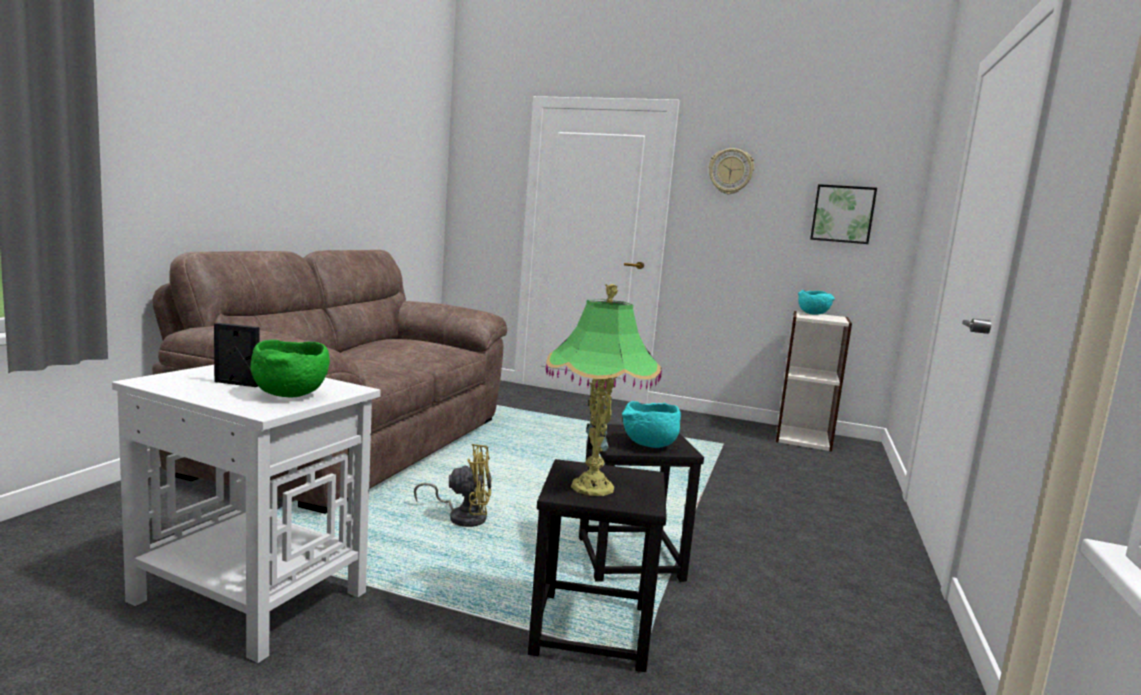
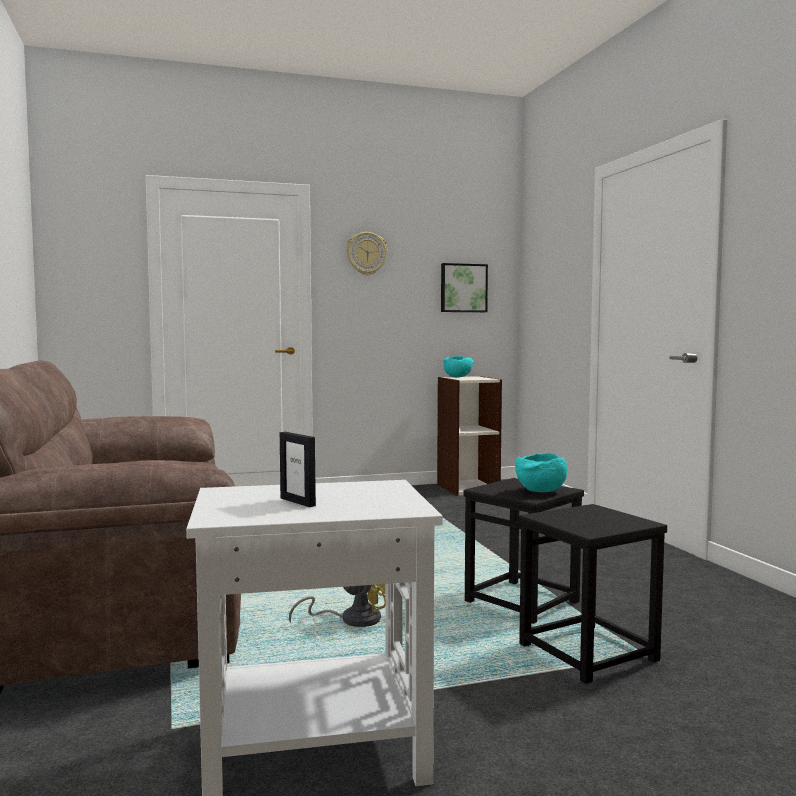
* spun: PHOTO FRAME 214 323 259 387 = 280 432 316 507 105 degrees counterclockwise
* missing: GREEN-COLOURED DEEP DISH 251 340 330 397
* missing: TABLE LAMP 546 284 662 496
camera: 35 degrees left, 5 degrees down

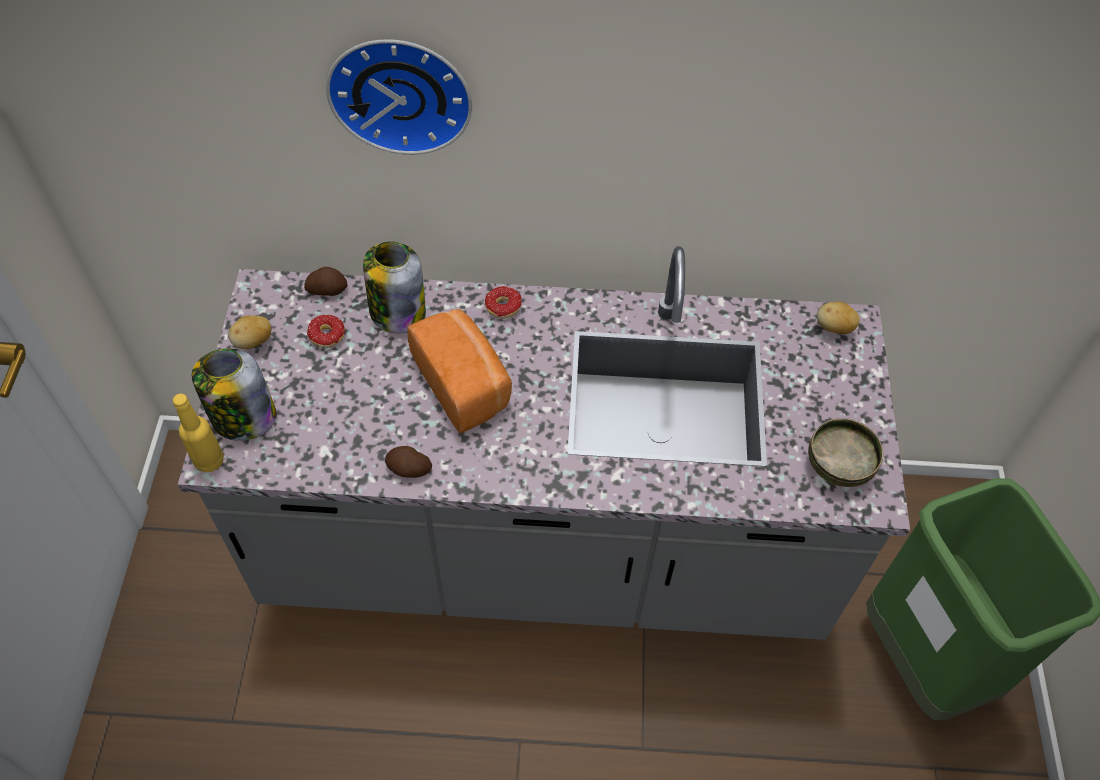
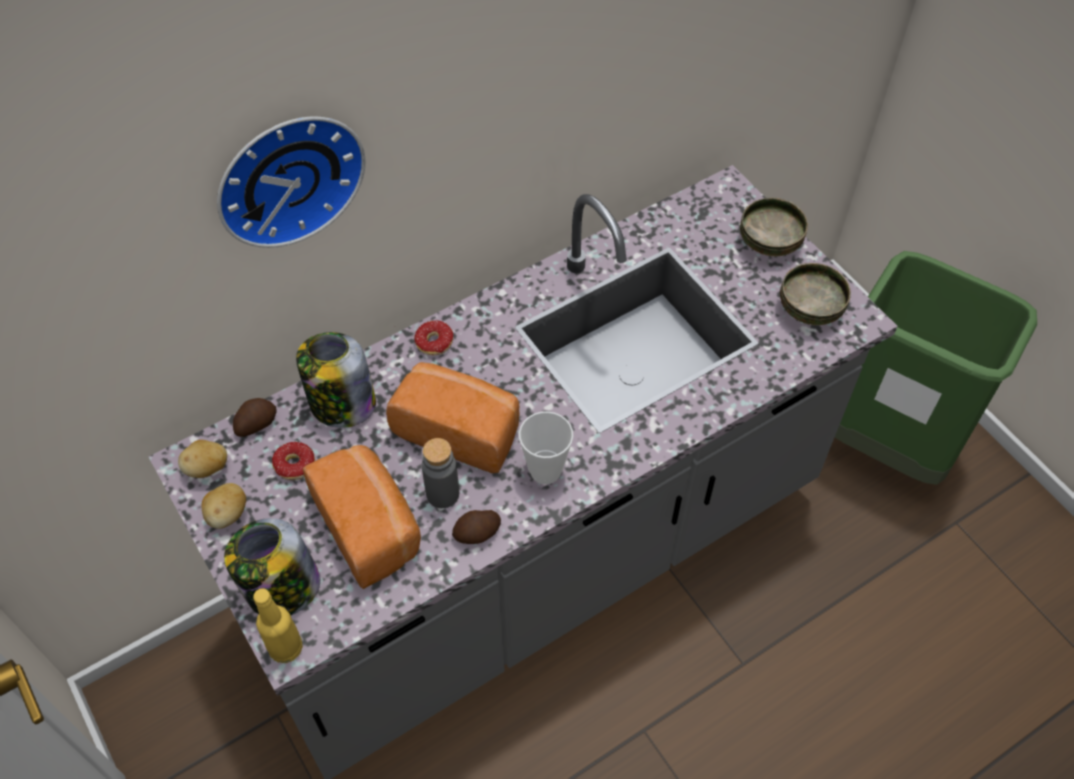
* relocated: POTATO 817 301 860 334 to 178 440 227 478
* appeared: BREAD 303 445 421 589
* appeared: GREYISH BEVERAGE BOTTLE 422 438 459 508
* appeared: CUP 519 411 574 484
* appeared: DEEP DISH 740 198 808 256
camera: 35 degrees left, 0 degrees up

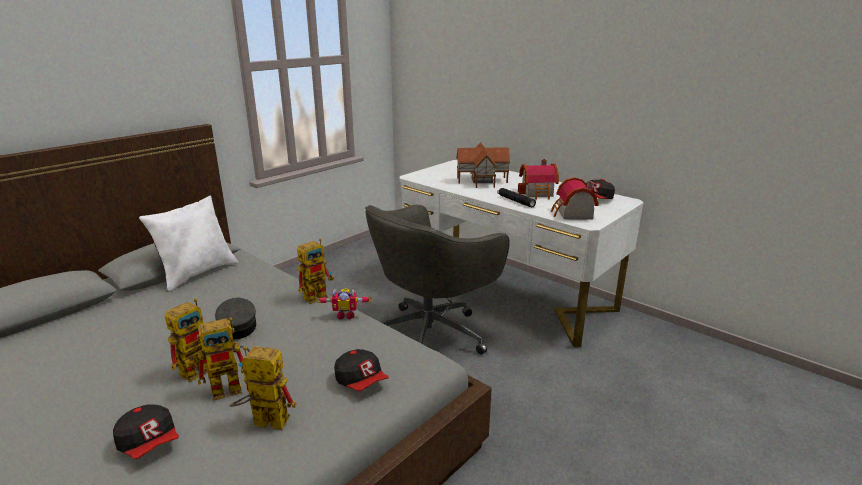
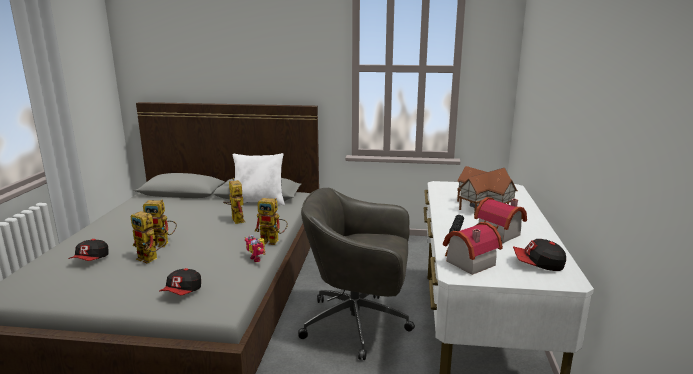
* missing: GREYISH PEAKED CAP 215 298 257 339
* relocated: MODEL ROBOT 229 346 297 430 to 223 178 245 224
camera: 55 degrees right, 5 degrees down

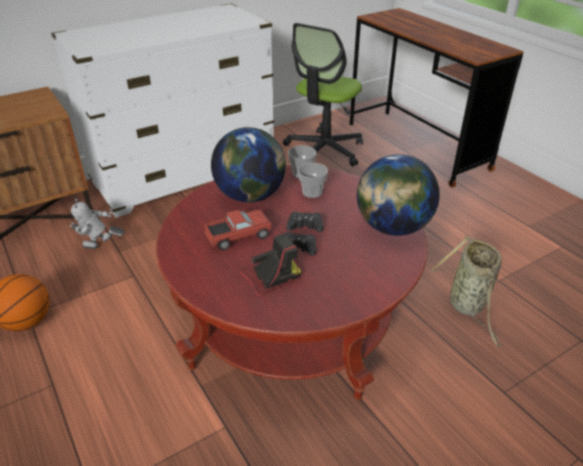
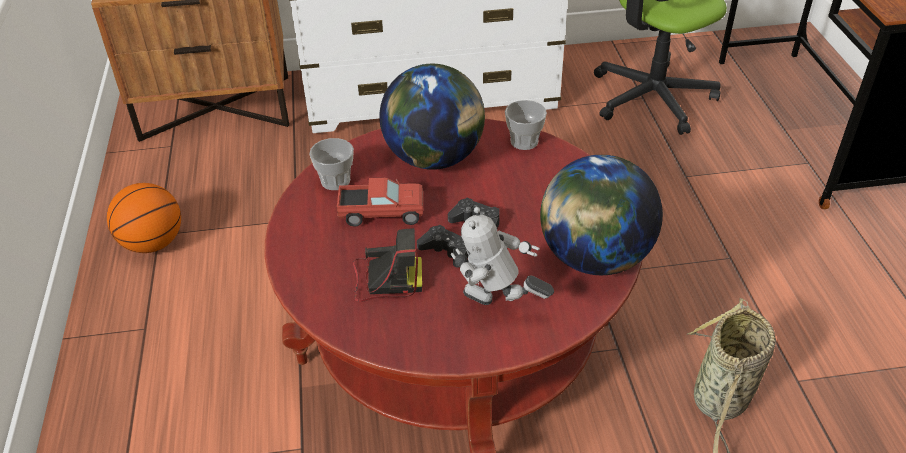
* relocated: MODEL ROBOT 69 198 125 249 to 451 207 554 305
* relocated: CUP 298 163 328 198 to 309 138 354 190
camera: 25 degrees right, 5 degrees up

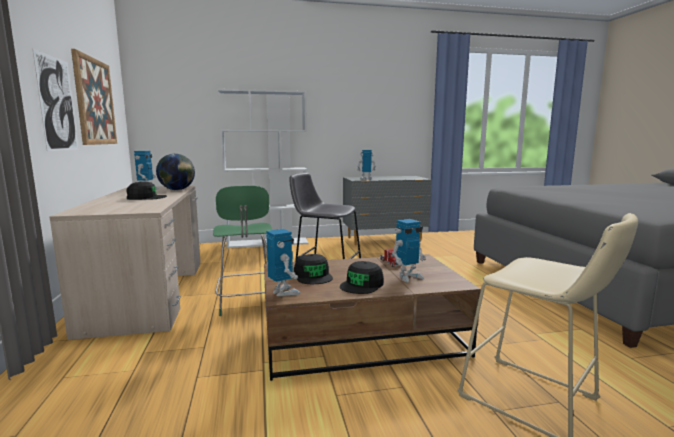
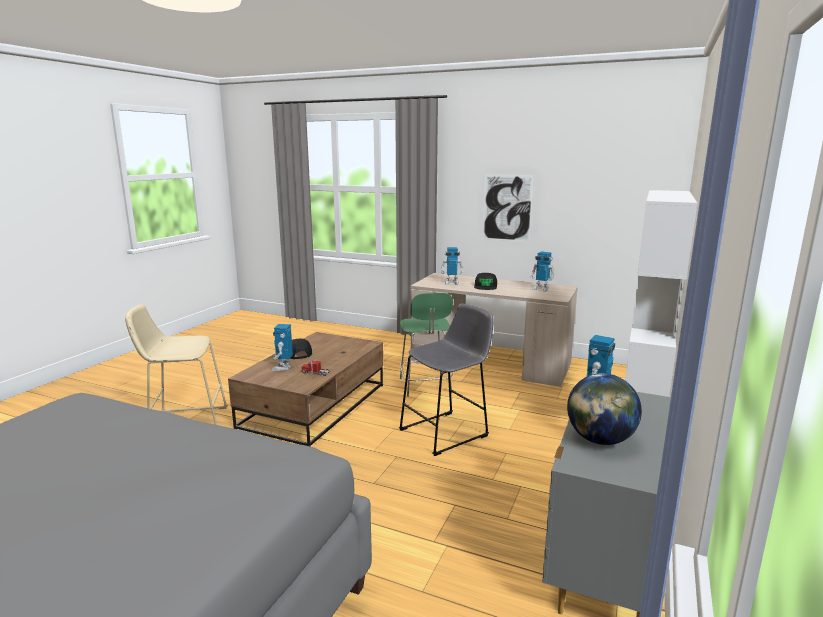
* missing: PICTURE 71 49 117 145
* relocated: DESK GLOBE 156 154 195 190 to 567 373 642 445
* spun: GREEN-COLOURED PLAIN CHAIR 213 186 272 316 = 400 293 453 397 120 degrees counterclockwise
* relocated: MODEL ROBOT 266 229 301 296 to 441 247 463 285
* missing: BLACKISH PEAKED CAP 294 254 333 284
camera: 125 degrees right, 5 degrees up

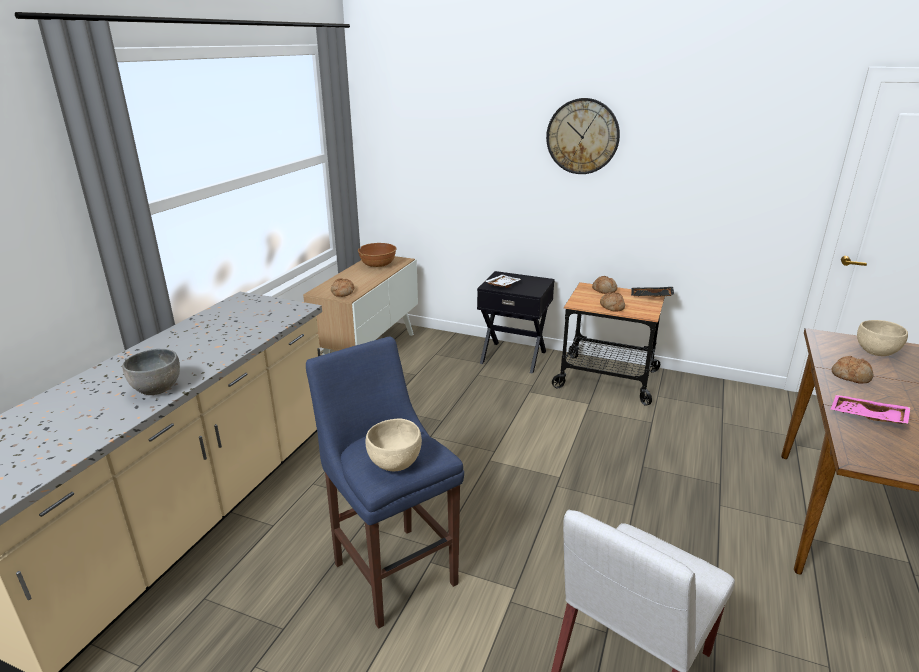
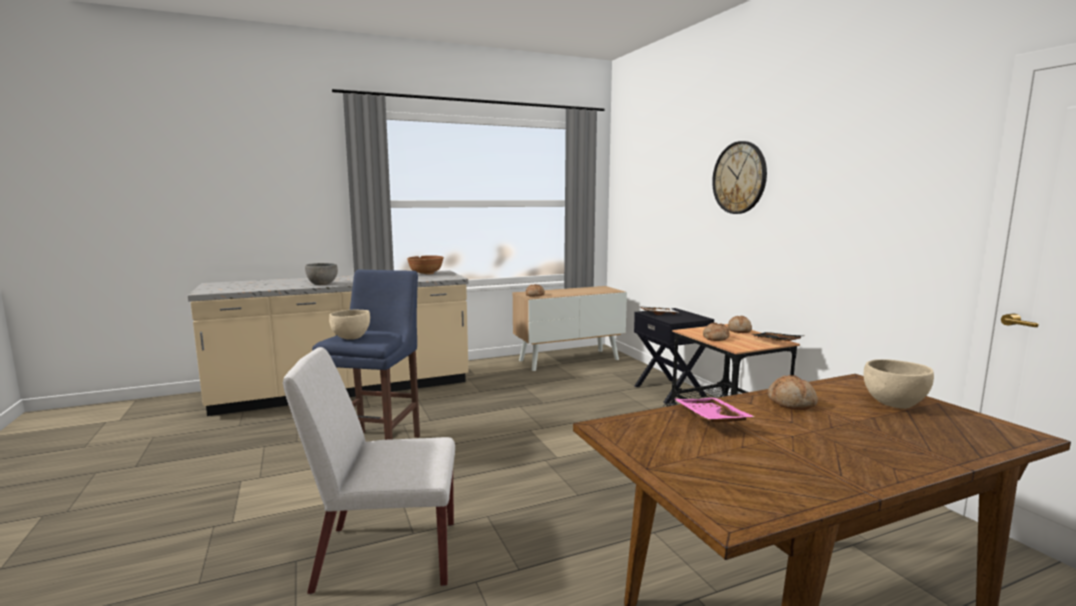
* relocated: BROWN-COLOURED DEEP DISH 358 243 396 267 to 407 255 444 274
camera: 45 degrees right, 15 degrees down

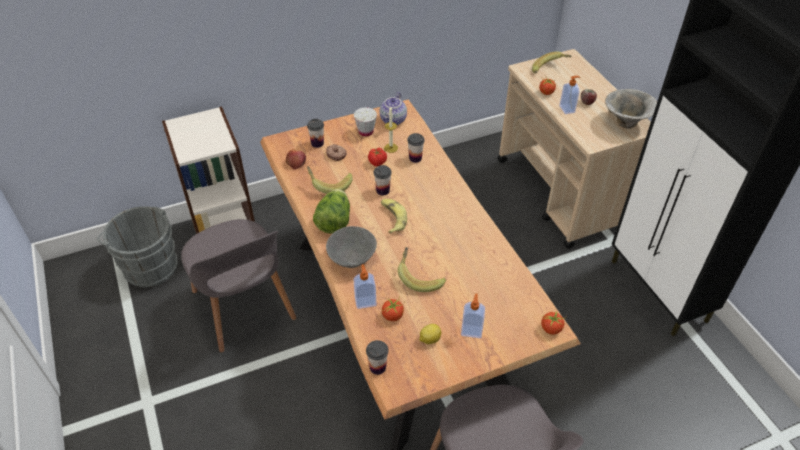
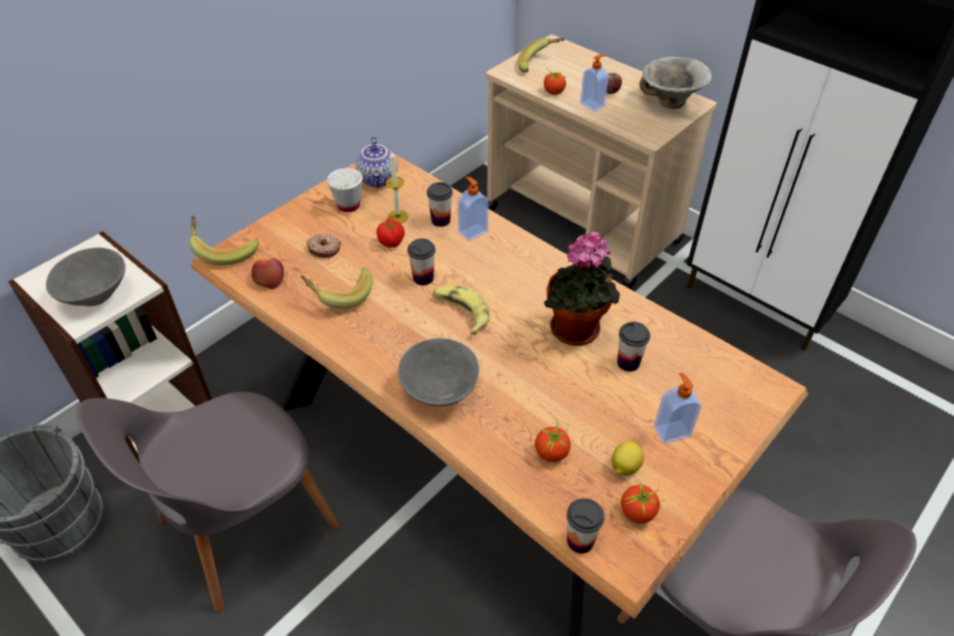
* spun: GREYISH PLAIN CHAIR 181 219 296 352 = 76 392 339 613 105 degrees clockwise
* relocated: CUP 307 119 324 148 to 617 322 650 372
* missing: LETTUCE HEAD 313 189 350 234
* relocated: LIQUID SOAP BOTTLE 353 264 376 309 to 458 177 489 241
* relocated: WHOLE BANANA 398 247 446 292 to 189 216 259 265
* relocated: TOMATO 541 310 567 335 to 621 481 665 523
* appeared: GREYISH DEEP DISH 46 247 125 306
* appeared: POTTED PLANT 544 232 620 346
camera: 25 degrees left, 0 degrees up

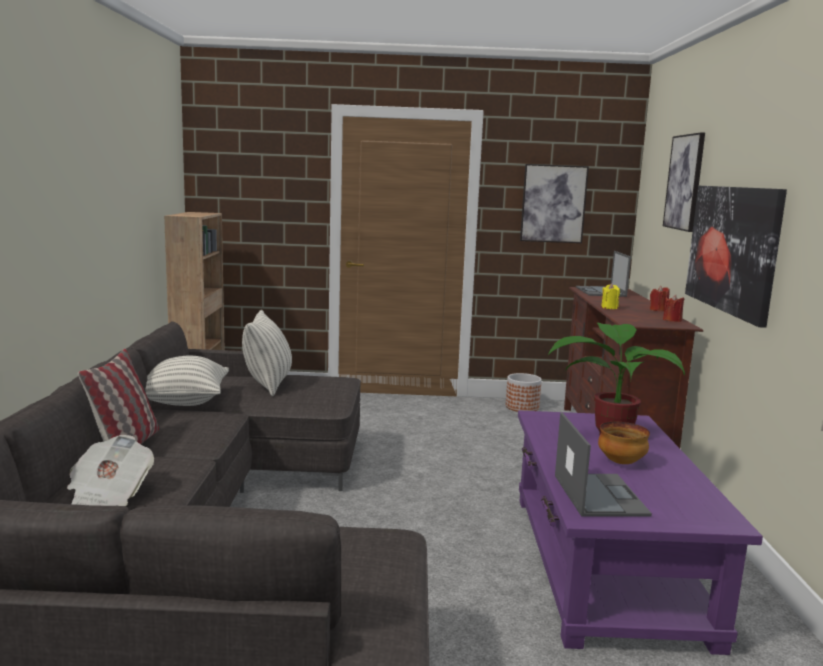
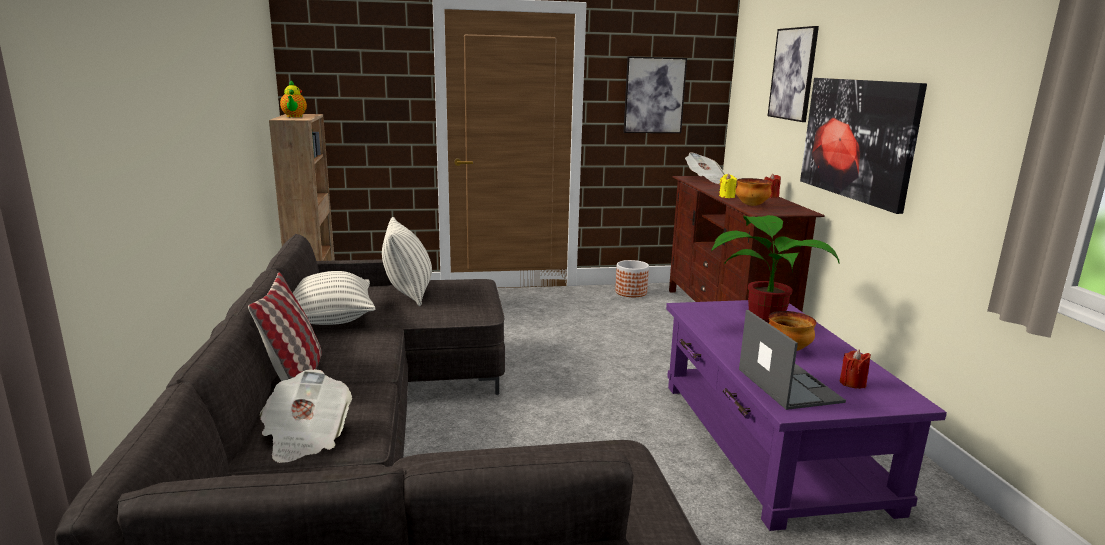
* exchanged: PORTABLE COMPUTER 576 251 631 297 to NEWSPAPER 685 153 725 184
* relocated: RED-COLOURED CANDLE 663 295 685 322 to 840 349 871 389
* appeared: POT FOR TEA 280 80 307 117
* appeared: DEEP DISH 735 178 772 206
camera: 10 degrees left, 5 degrees up

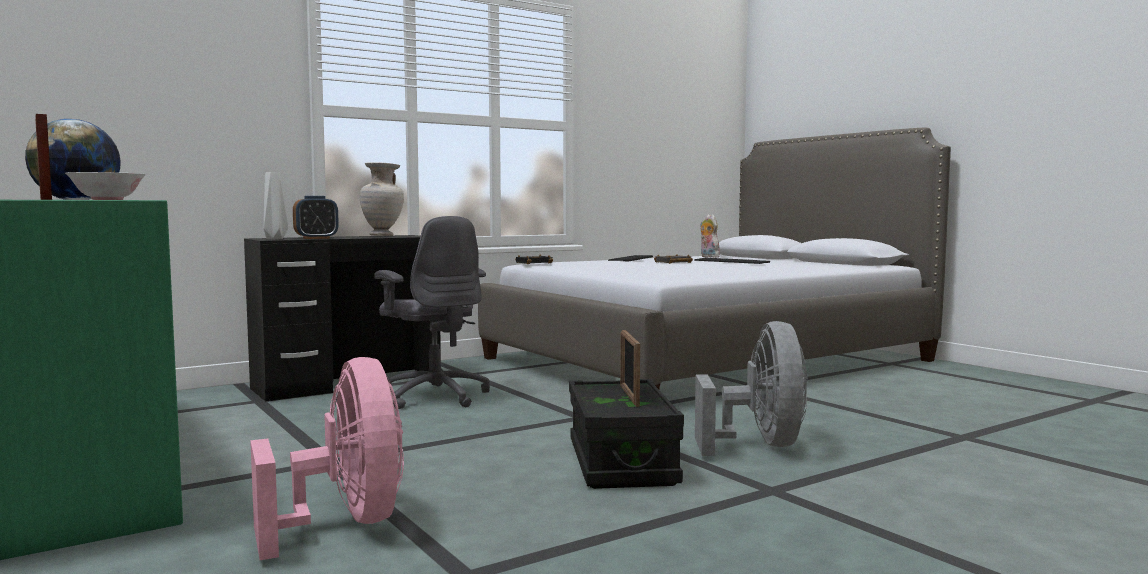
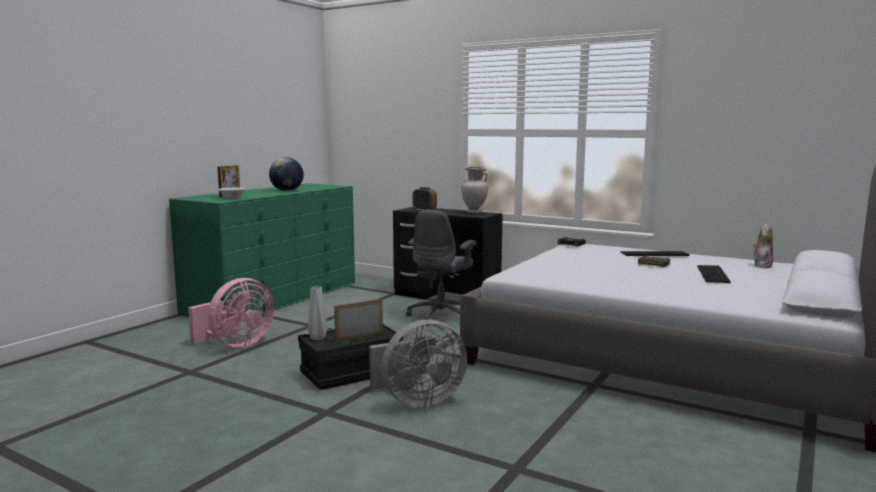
* relocated: GREYISH FLOWER VASE 263 172 288 240 to 308 286 327 340
camera: 65 degrees right, 5 degrees up

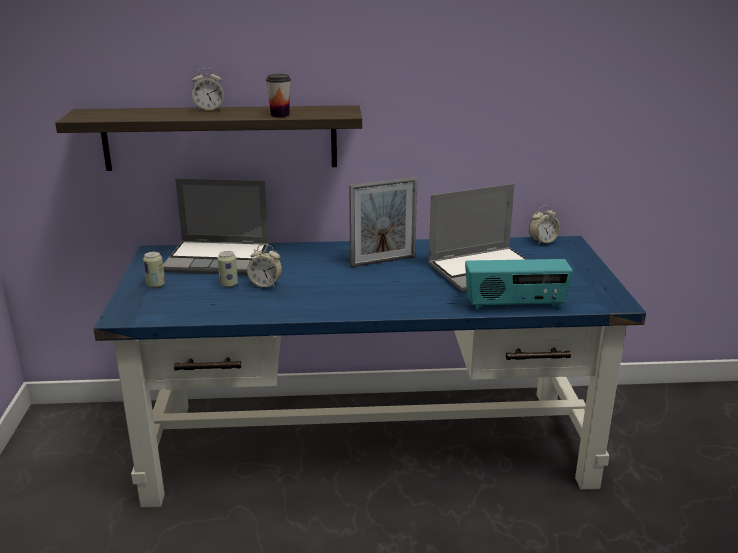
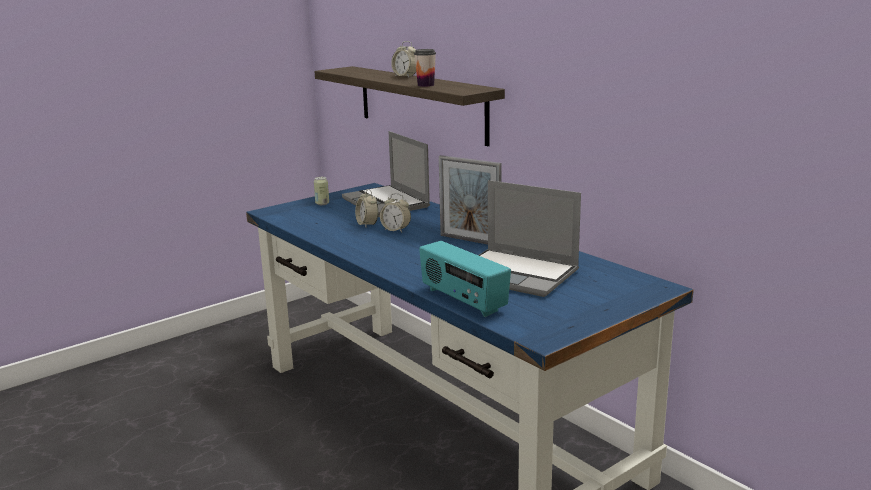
* missing: CAN 217 251 238 287
* relocated: BEDSIDE CLOCK 529 206 560 245 to 380 193 411 232
camera: 55 degrees right, 5 degrees down

